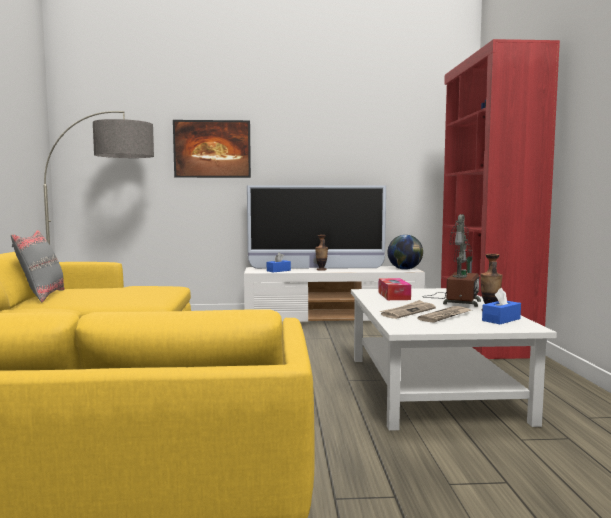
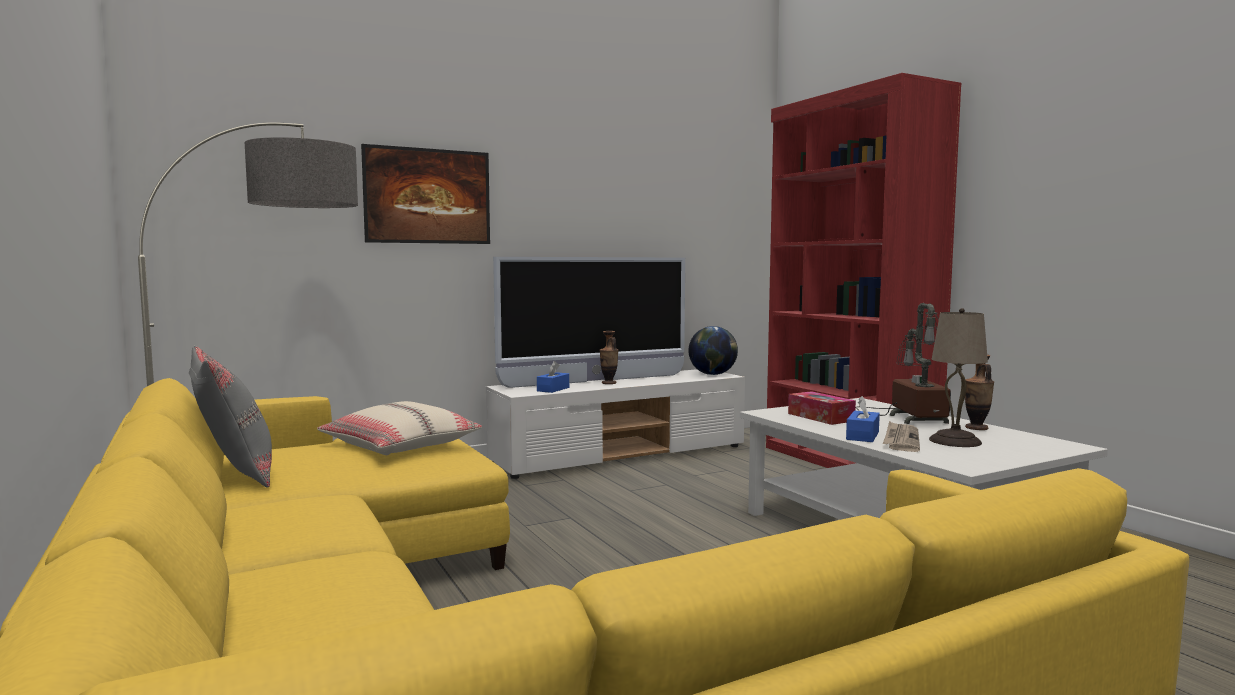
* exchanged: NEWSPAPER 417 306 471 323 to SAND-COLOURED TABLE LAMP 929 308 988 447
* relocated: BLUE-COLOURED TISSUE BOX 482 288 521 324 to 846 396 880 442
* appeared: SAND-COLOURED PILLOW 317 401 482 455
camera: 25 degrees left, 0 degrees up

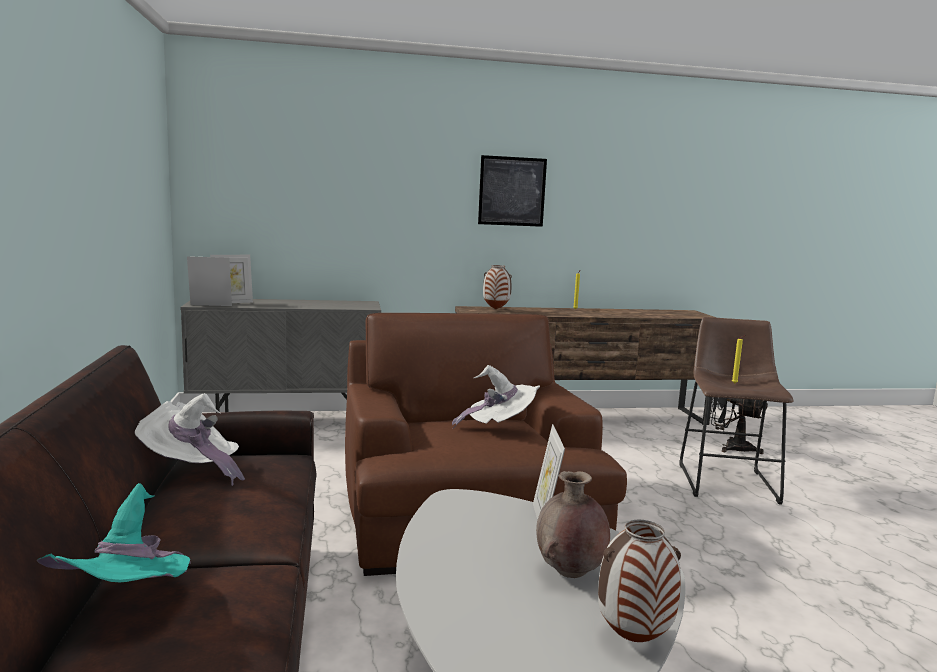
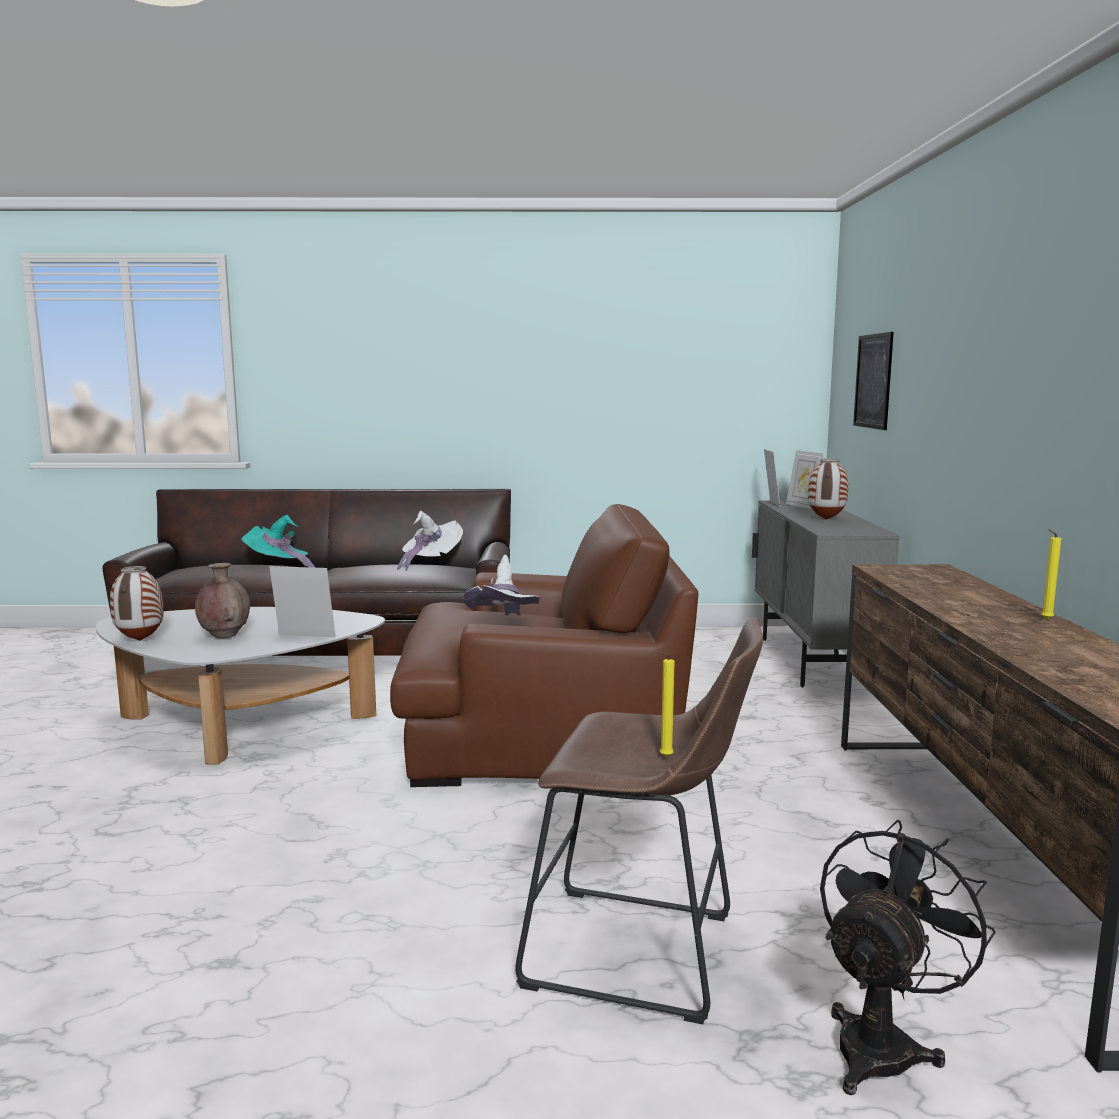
* relocated: PICTURE 478 155 547 227 to 853 332 894 430
* relocated: FLOWER VASE 483 265 512 309 to 808 459 849 520
camera: 100 degrees right, 0 degrees up

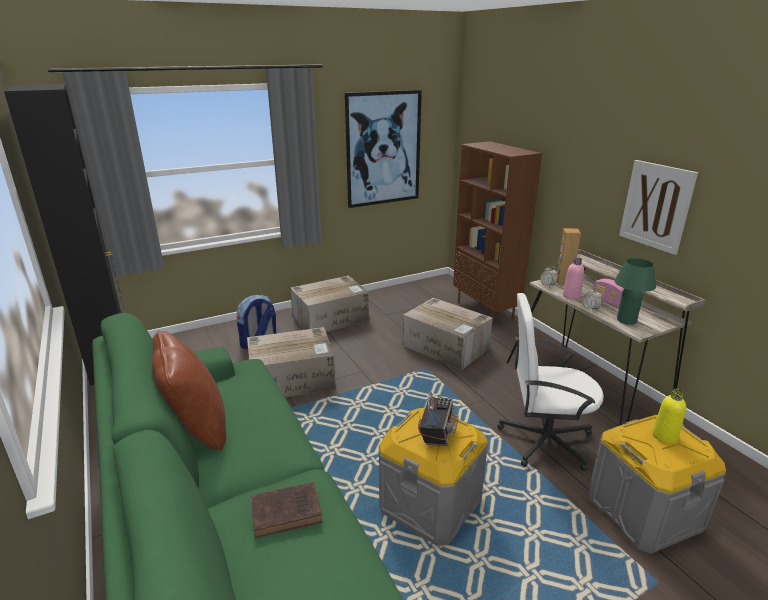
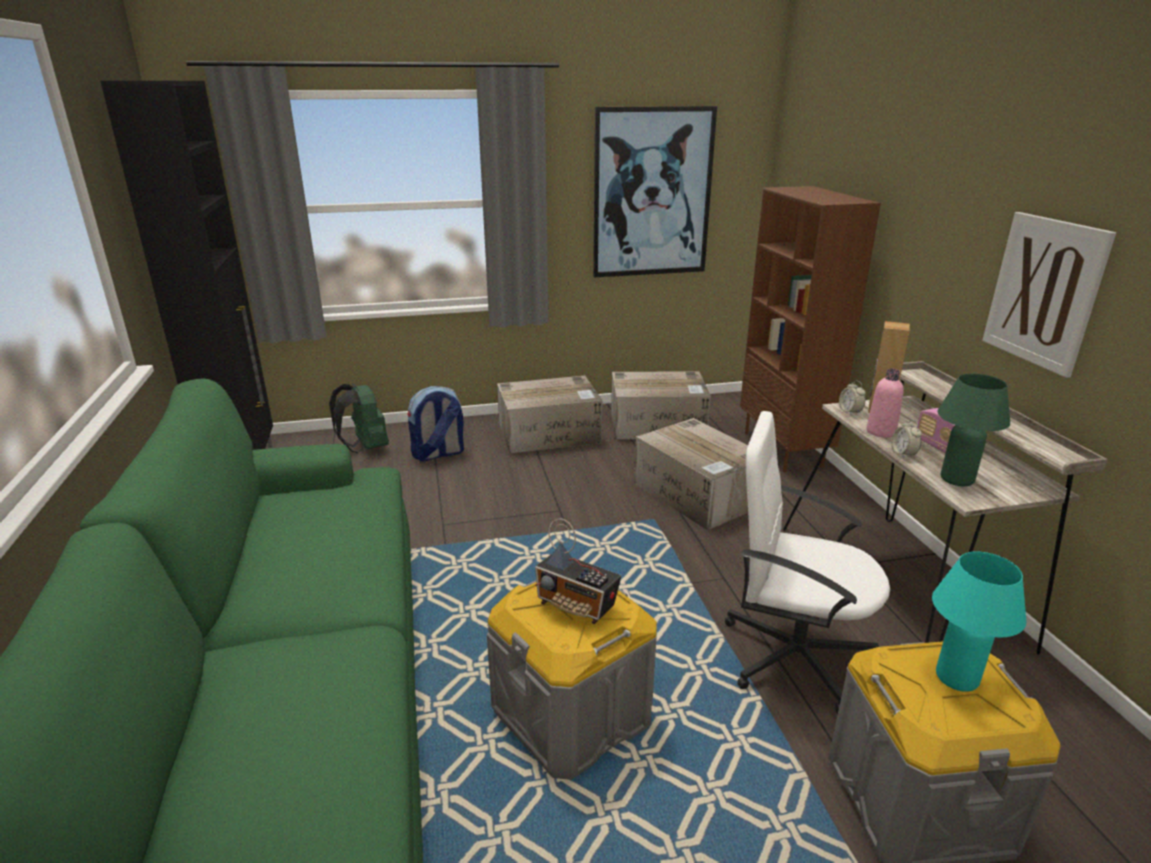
* missing: BROWN-COLOURED PILLOW 152 331 226 450
* relocated: PACKING BOX 247 327 336 397 to 611 371 711 439
* missing: BROWN-COLOURED BOUND BOOK 250 482 323 538
* spun: RADIO 418 392 459 446 = 535 518 621 624 90 degrees clockwise
* exchanged: YELLOWISH BEVERAGE BOTTLE 652 389 686 444 to BLUE-GREEN TABLE LAMP 932 551 1026 692
* appeared: GREEN-COLOURED BACKPACK 329 383 389 453
camera: 15 degrees right, 0 degrees up

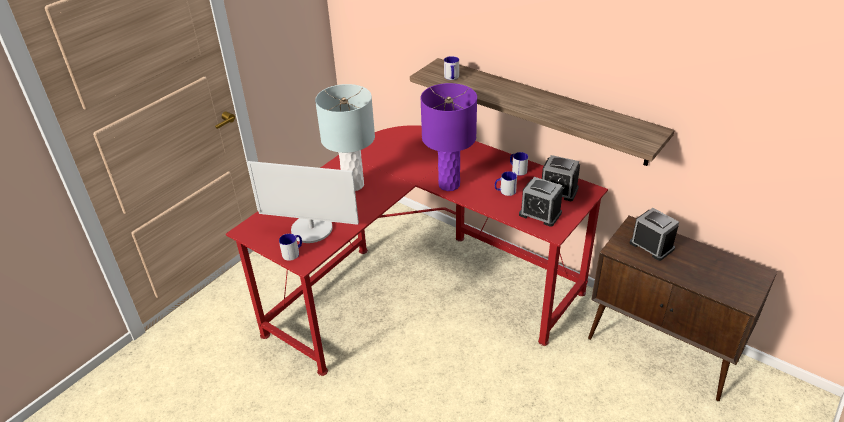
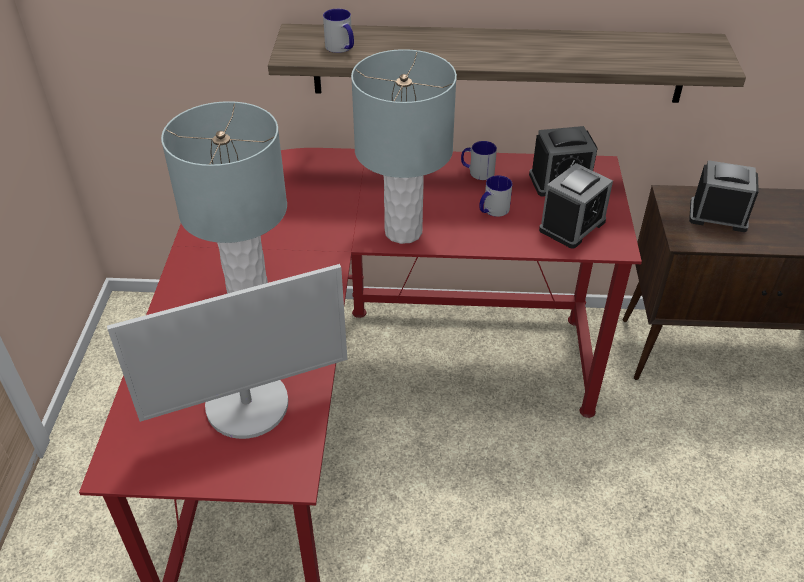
* missing: COFFEE MUG 279 234 302 261
* colour: PURPLE-COLOURED TABLE LAMP 420 83 477 191 to GREYISH TABLE LAMP 351 49 457 244
* spun: BEDSIDE CLOCK 519 177 563 227 = 539 163 613 249 45 degrees counterclockwise
camera: 35 degrees left, 5 degrees up

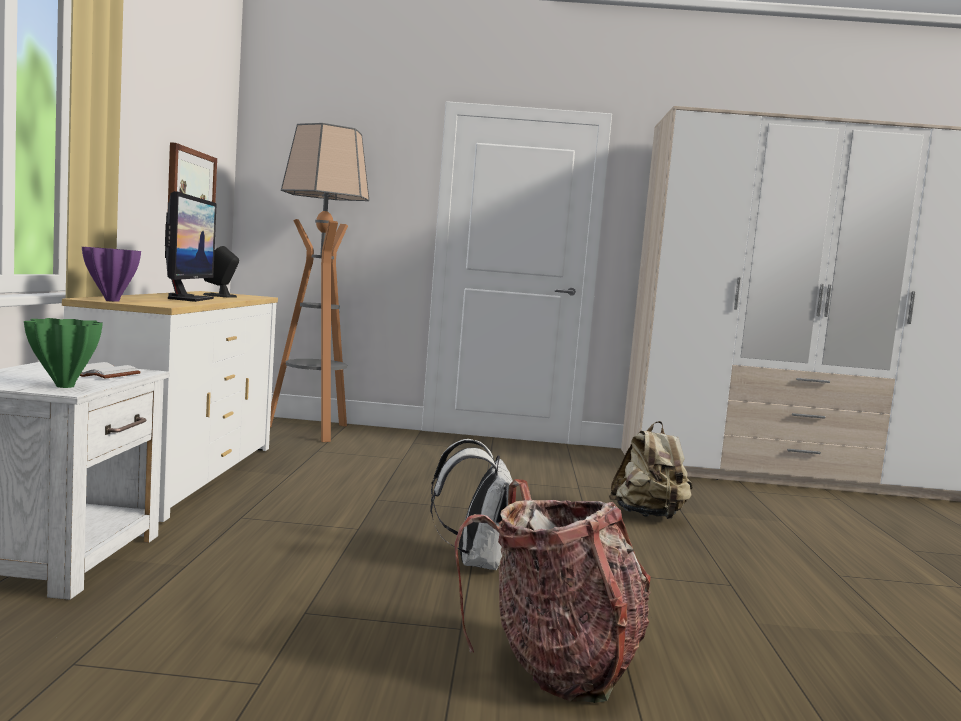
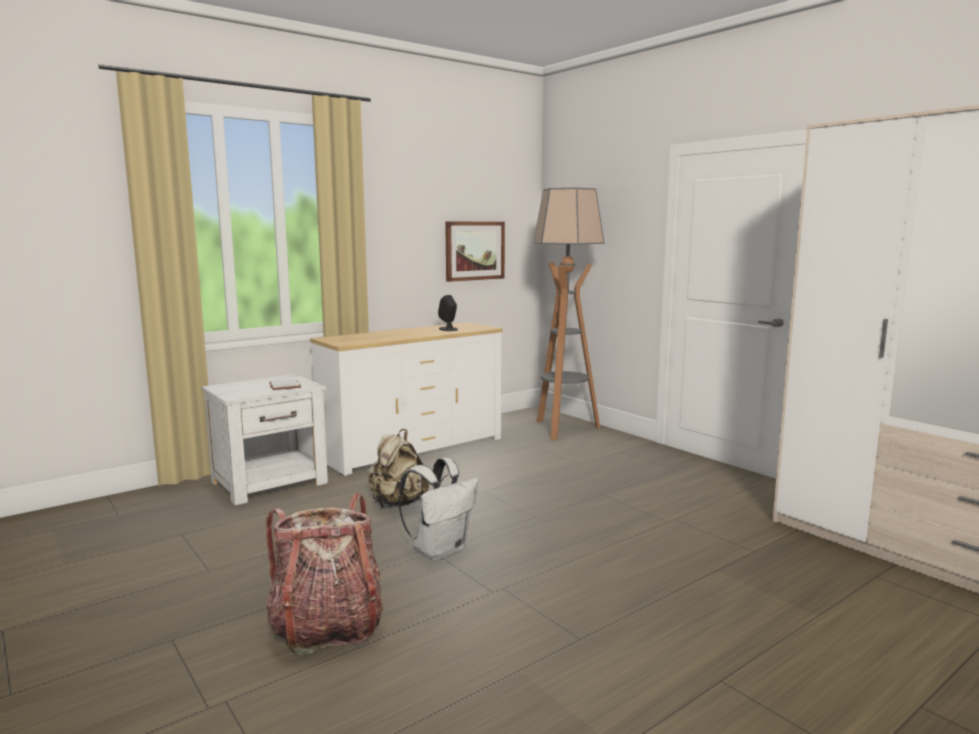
* missing: GREEN-COLOURED FLOWER VASE 24 318 103 388
* missing: PURPLE-COLOURED FLOWER VASE 82 247 141 302
* missing: MONITOR 165 191 217 302
* relocated: SAND-COLOURED BACKPACK 609 421 693 519 to 367 429 429 508
camera: 50 degrees right, 5 degrees up

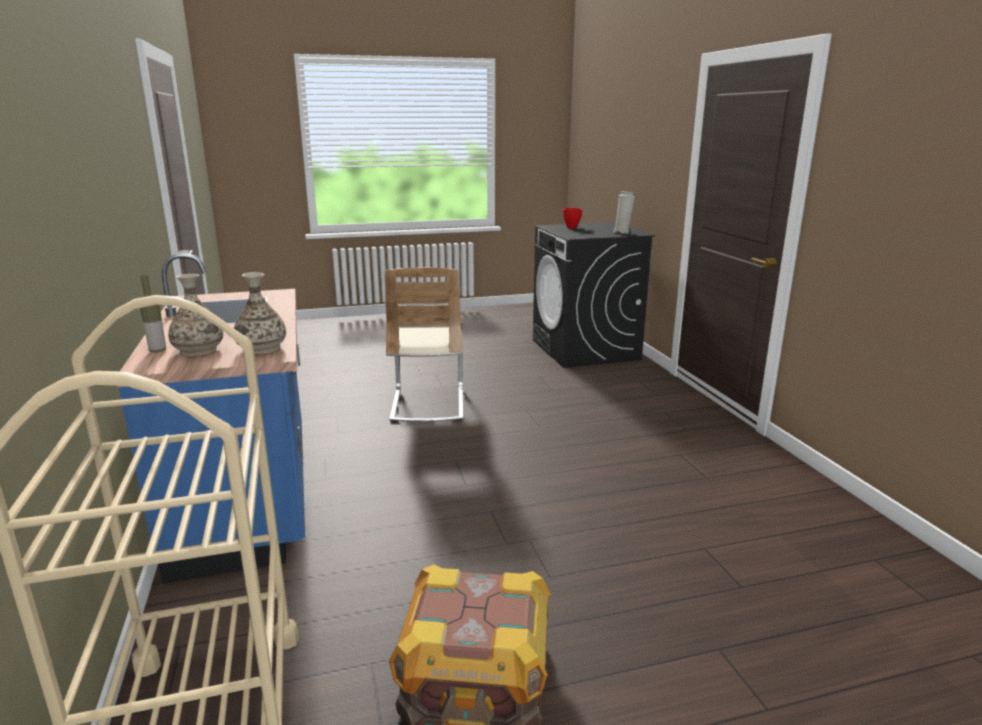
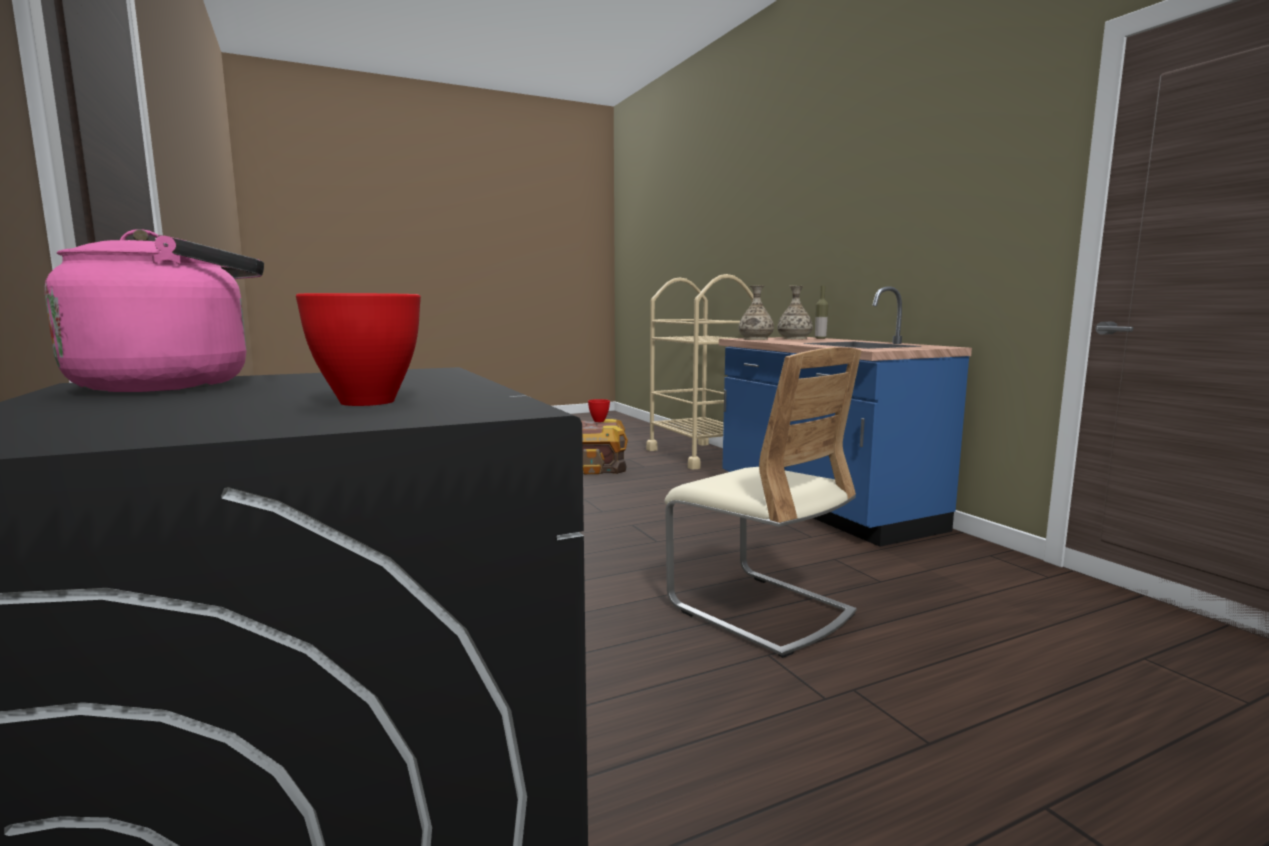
* spun: SAND-COLOURED PLAIN CHAIR 385 267 463 423 = 665 347 862 658 150 degrees clockwise
* exchanged: WHITE-COLOURED FLOWER VASE 614 191 635 234 to PINK-COLOURED KETTLE 45 229 264 392
* appeared: RED-COLOURED DEEP DISH 588 399 610 422
camera: 170 degrees right, 10 degrees down

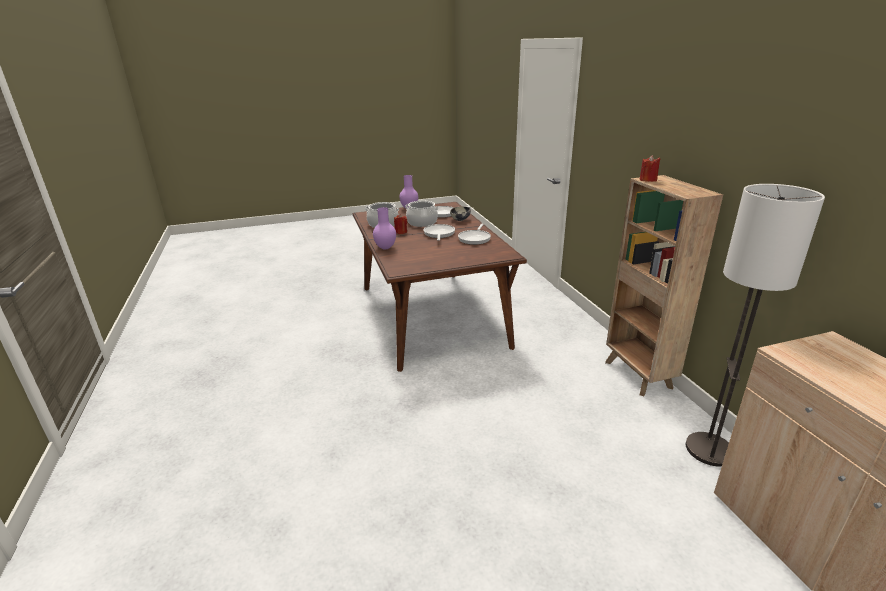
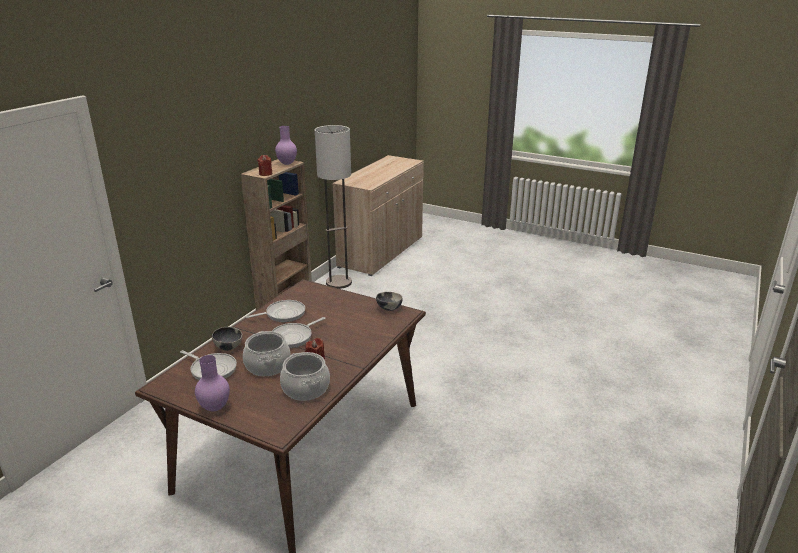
* relocated: PURPLE-COLOURED FLOWER VASE 373 207 396 250 to 275 126 297 165
* appeared: DEEP DISH 376 292 403 311
camera: 135 degrees left, 0 degrees up

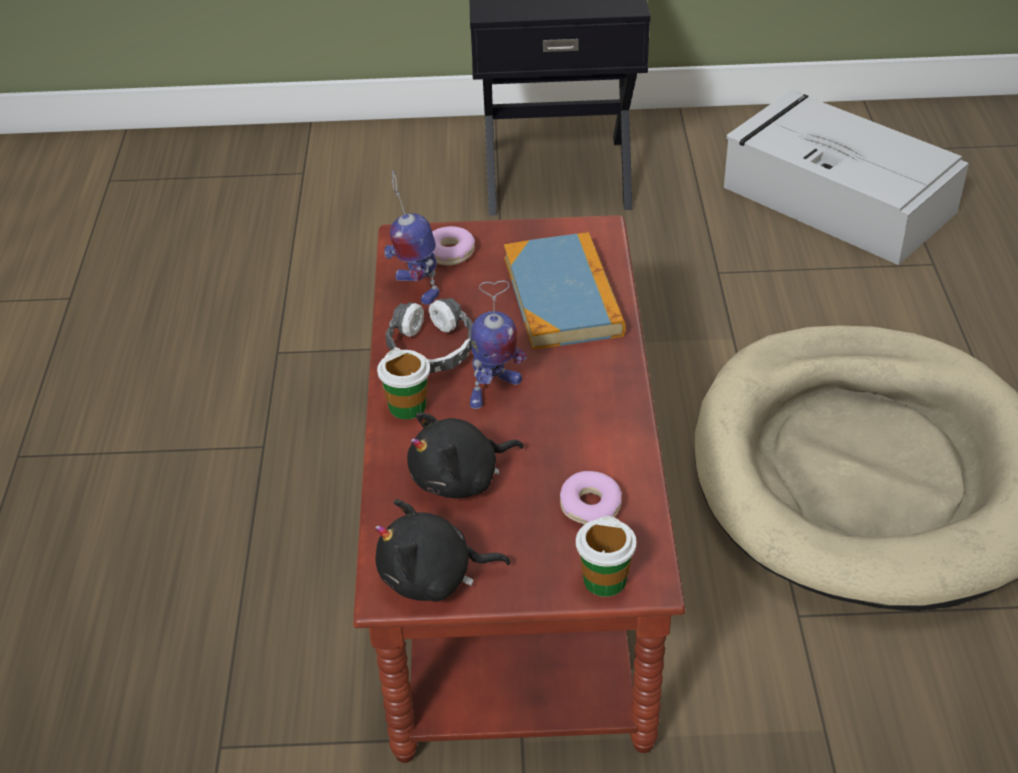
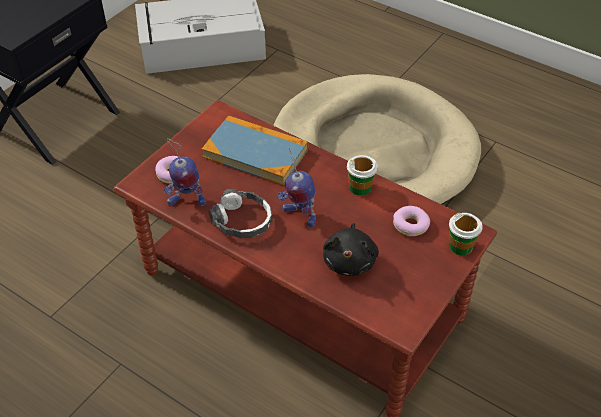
* missing: BLACKISH CUDDLY TOY 375 499 510 602
* relocated: CUP 377 349 430 419 to 347 155 378 196
* spun: MODEL ROBOT 470 280 527 409 = 278 148 316 227 135 degrees clockwise
camera: 55 degrees left, 5 degrees up

